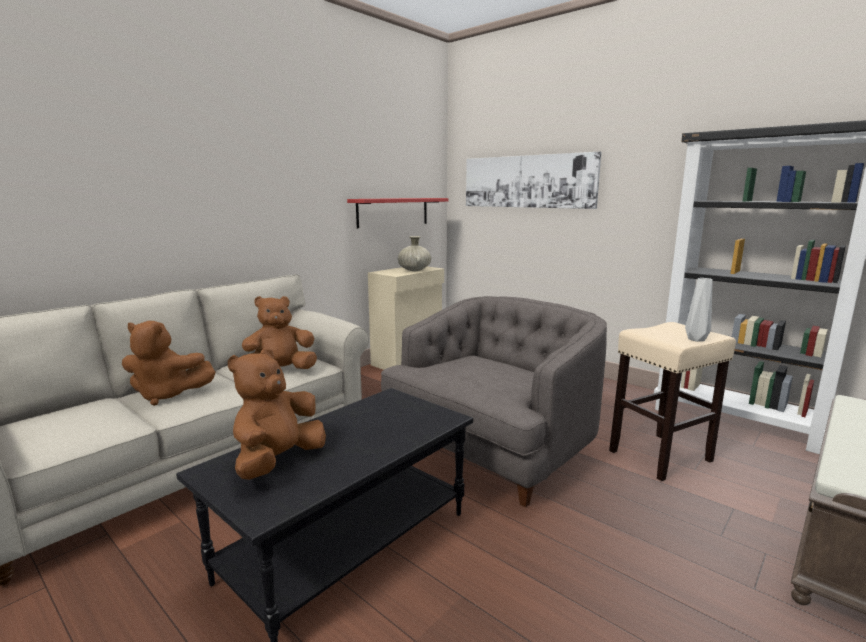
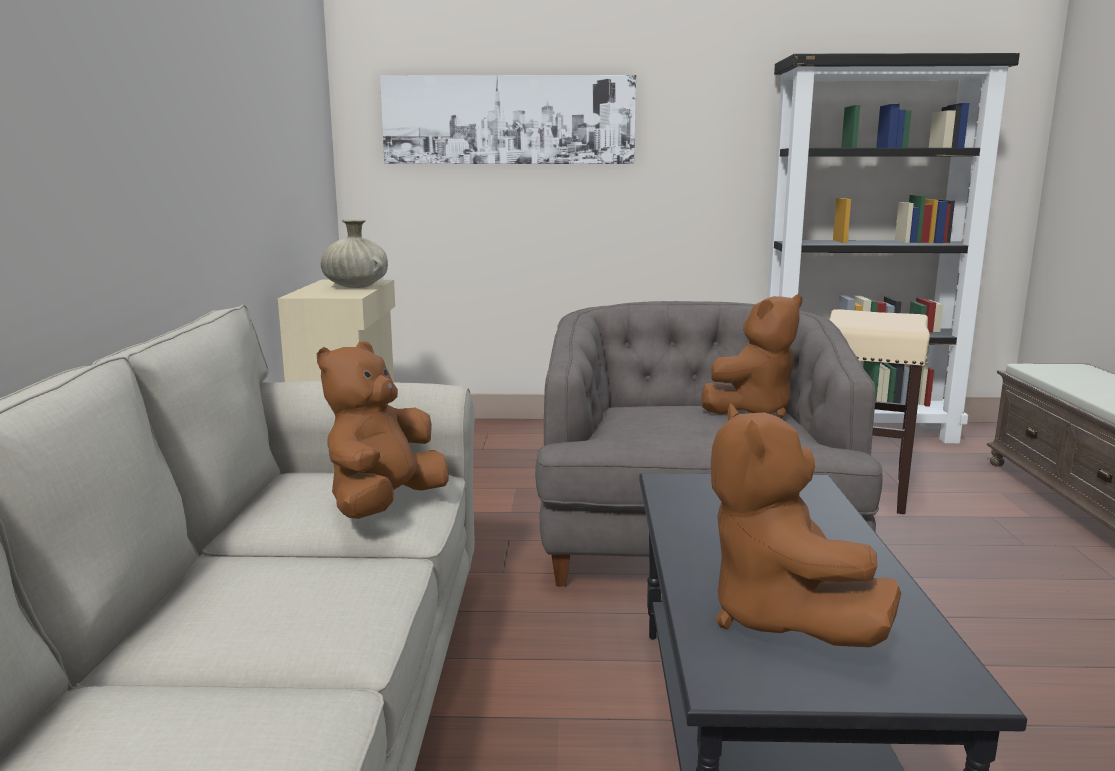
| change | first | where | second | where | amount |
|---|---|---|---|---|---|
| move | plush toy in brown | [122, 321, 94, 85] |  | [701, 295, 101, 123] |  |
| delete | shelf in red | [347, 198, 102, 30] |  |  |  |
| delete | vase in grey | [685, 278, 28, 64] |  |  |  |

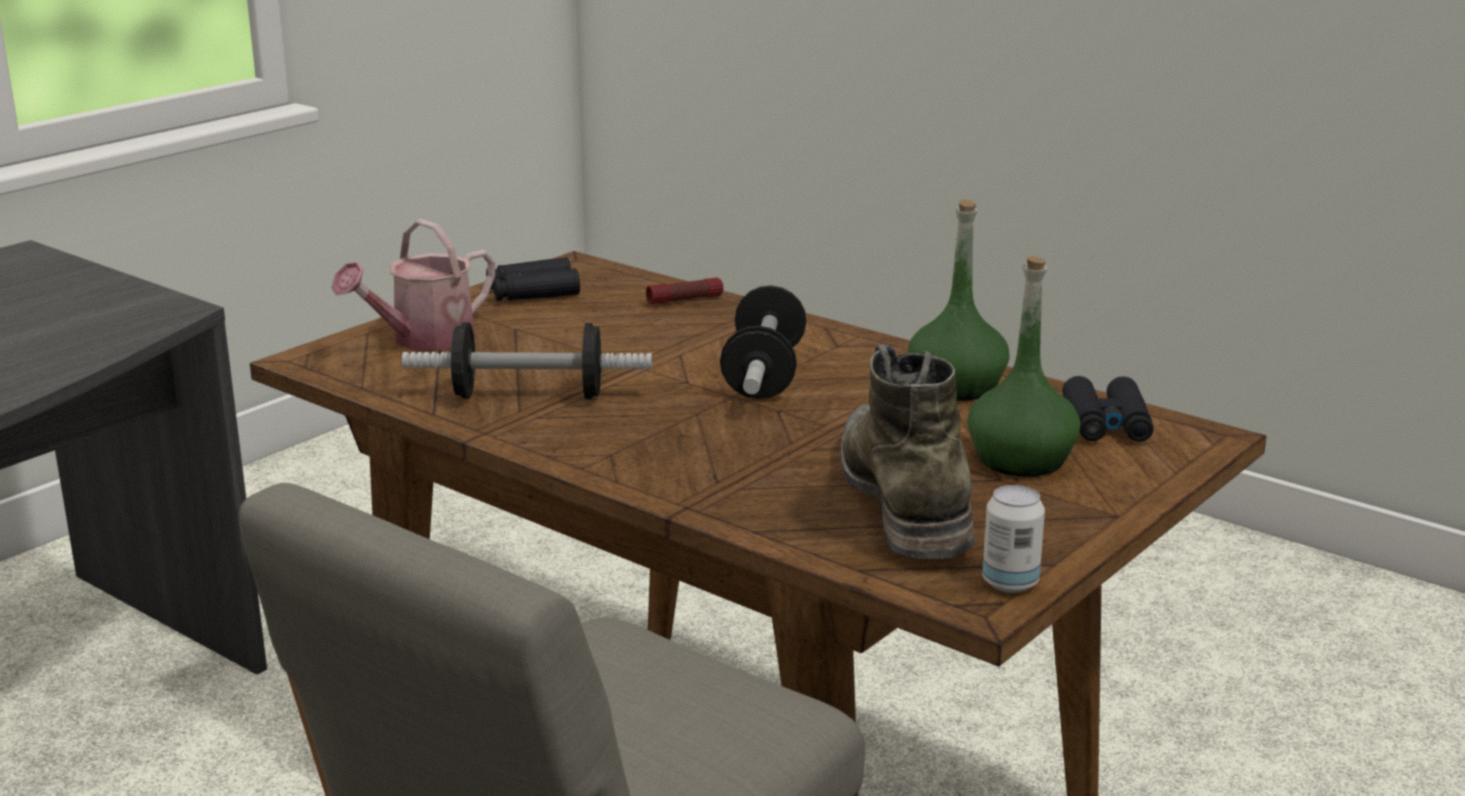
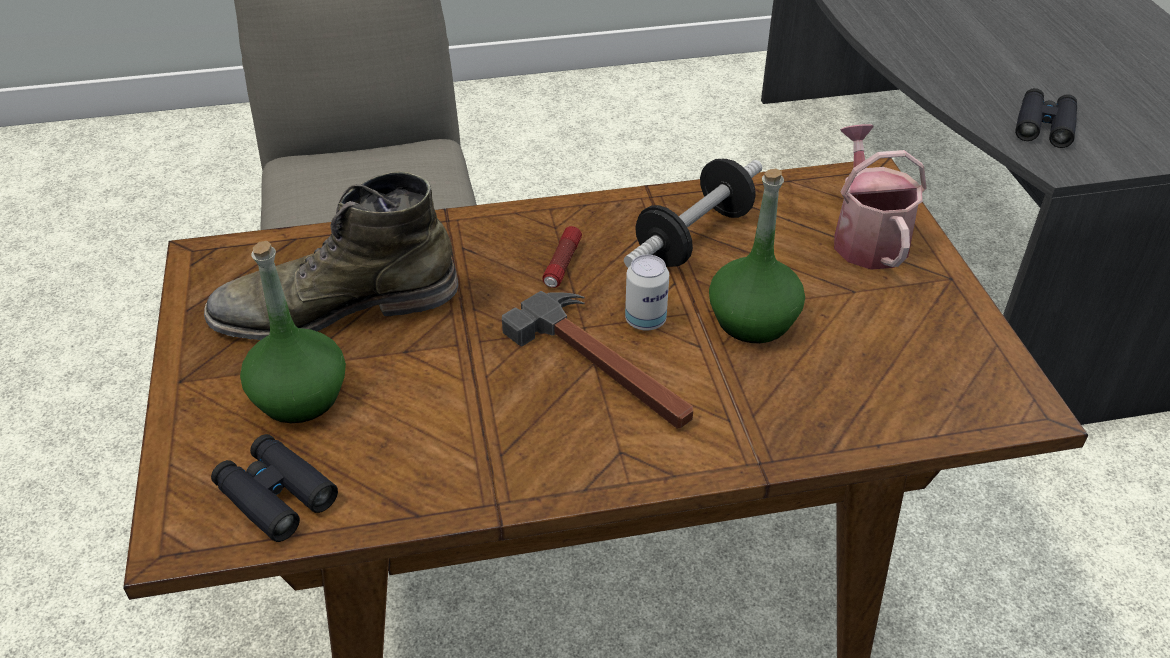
| change | first | where | second | where | amount |
|---|---|---|---|---|---|
| rotate | boot in green | [841, 344, 134, 215] |  | [204, 171, 254, 169] | 135 degrees clockwise |
| replace | dumbbell | [720, 285, 87, 114] | hammer | [502, 291, 191, 138] |  |
| move | flashlight | [646, 277, 77, 27] |  | [542, 226, 40, 62] |  |
| move | can | [982, 485, 63, 108] |  | [625, 255, 44, 76] |  |
| move | bottle in green | [908, 199, 102, 202] |  | [709, 169, 96, 174] |  |
| move | binoculars in black | [486, 257, 94, 44] |  | [1015, 88, 62, 60] |  |

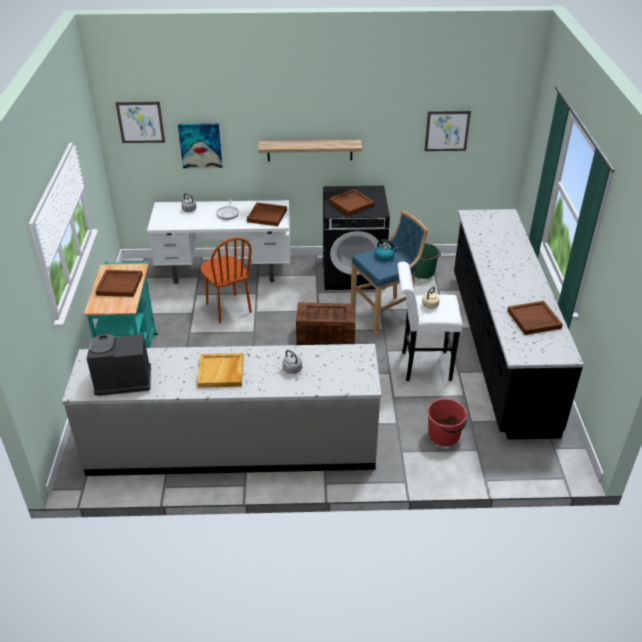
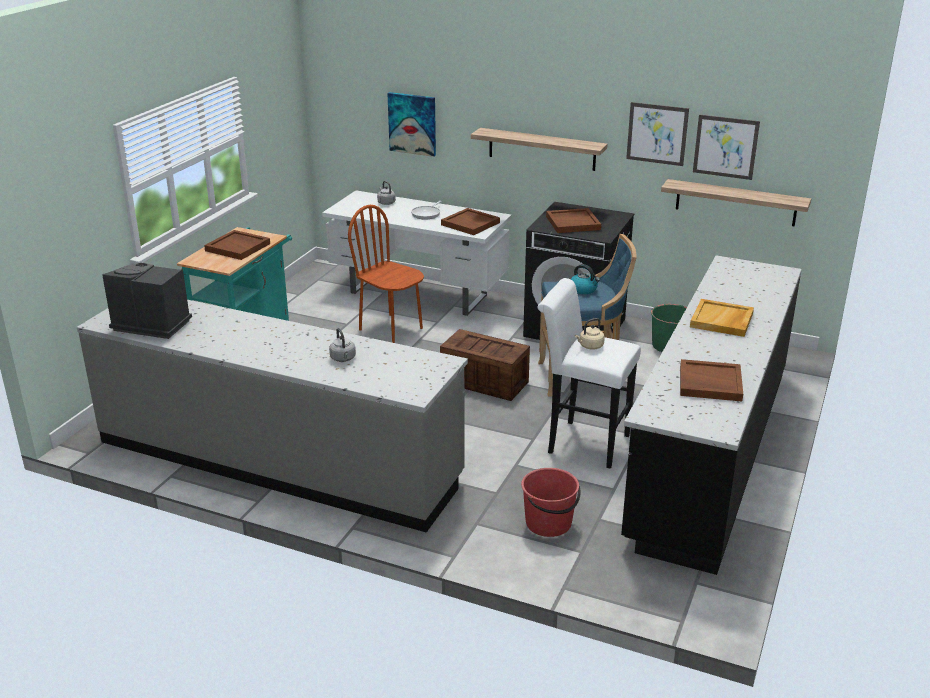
| change | first | where | second | where | amount |
|---|---|---|---|---|---|
| rotate | chair in brown | [201, 237, 51, 86] |  | [348, 205, 76, 138] | 135 degrees clockwise |
| move | picture | [115, 102, 50, 41] |  | [626, 102, 63, 64] |  |
| insert |  |  | shelf | [661, 179, 150, 47] |  |
| move | tray in beige | [197, 353, 46, 35] |  | [690, 299, 64, 38] |  |

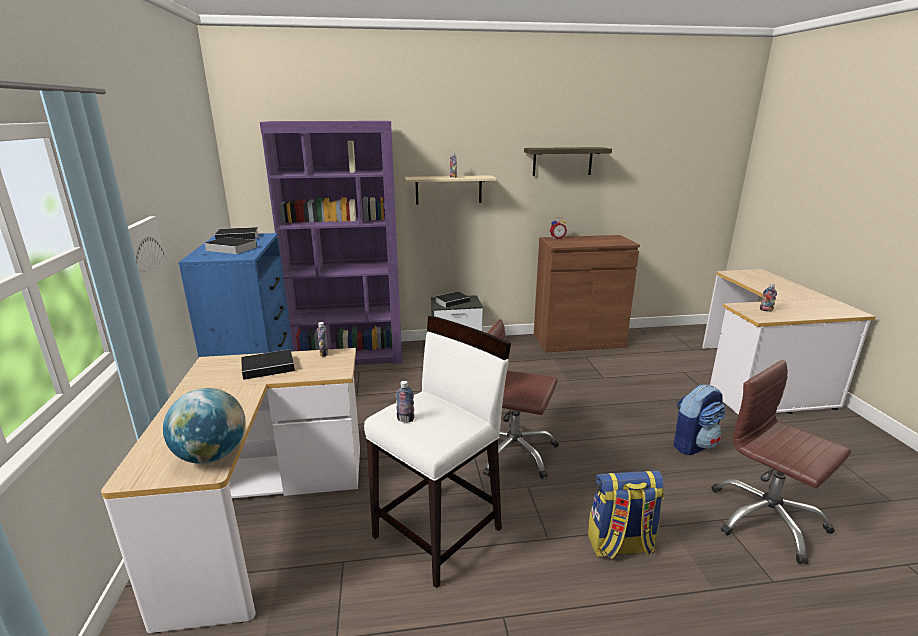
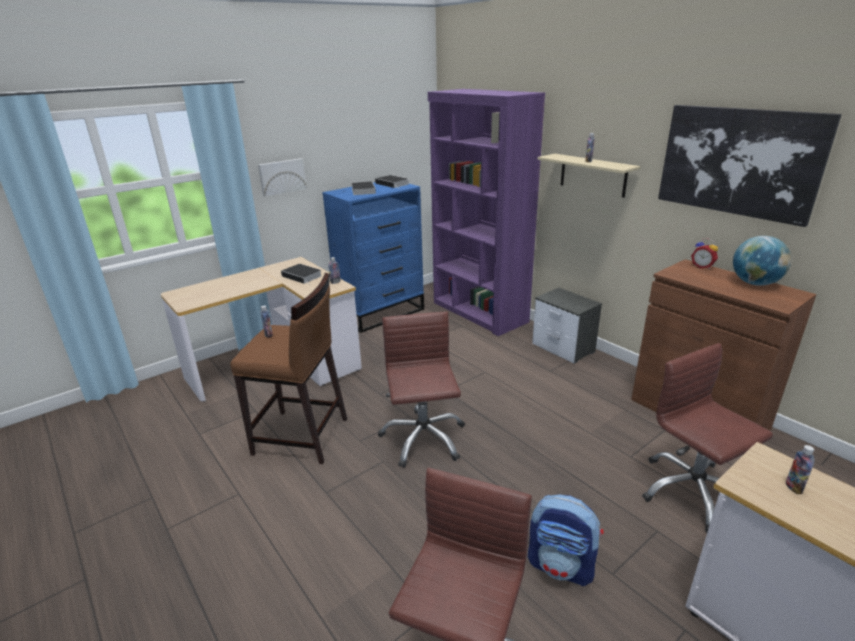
| change | first | where | second | where | amount |
|---|---|---|---|---|---|
| recolor | stool in white | [364, 316, 147, 273] | stool in brown | [230, 273, 117, 191] |  |
| insert |  |  | office chair in brown | [642, 343, 131, 190] |  |
| replace | shelf | [524, 147, 88, 29] | picture | [658, 105, 184, 122] |  |
| move | globe | [163, 388, 83, 76] |  | [733, 236, 58, 50] |  |
| delete | book | [435, 291, 35, 17] |  |  |  |
| delete | backpack | [588, 470, 76, 89] |  |  |  |

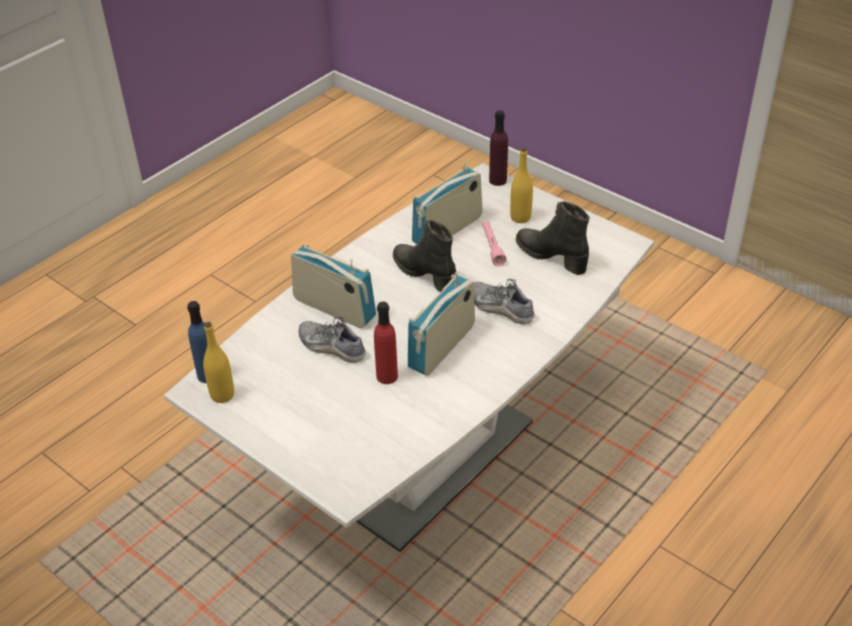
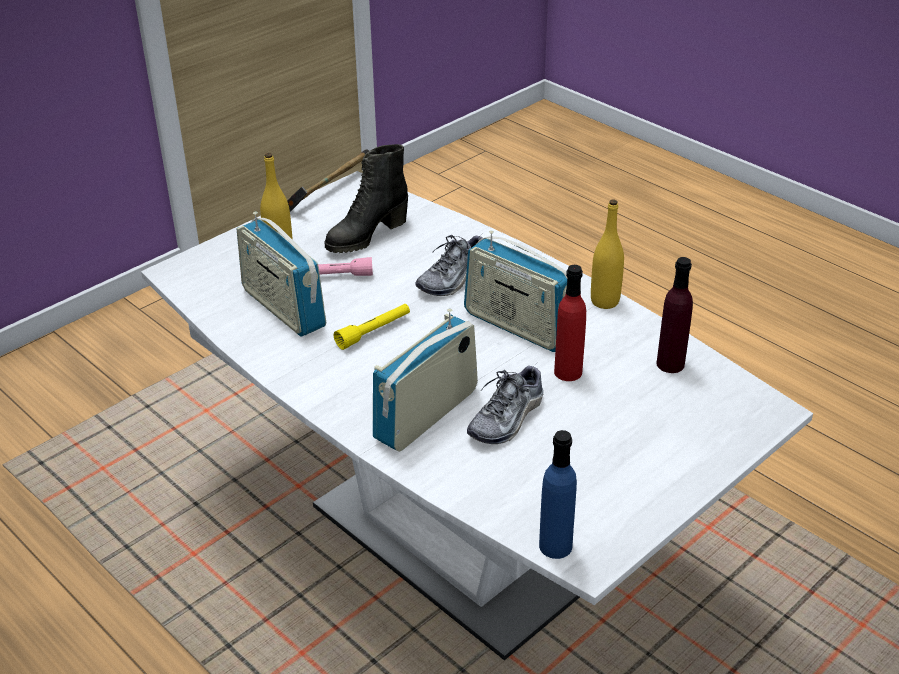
| change | first | where | second | where | amount |
|---|---|---|---|---|---|
| insert |  |  | hammer | [287, 150, 82, 61] |  |
| replace | boot in black | [393, 220, 63, 72] | flashlight in yellow | [334, 304, 76, 46] |  |
| move | bottle in yellow | [203, 322, 31, 81] |  | [591, 199, 33, 110] |  |
| move | bottle in purple | [489, 111, 19, 75] |  | [657, 257, 36, 116] |  |

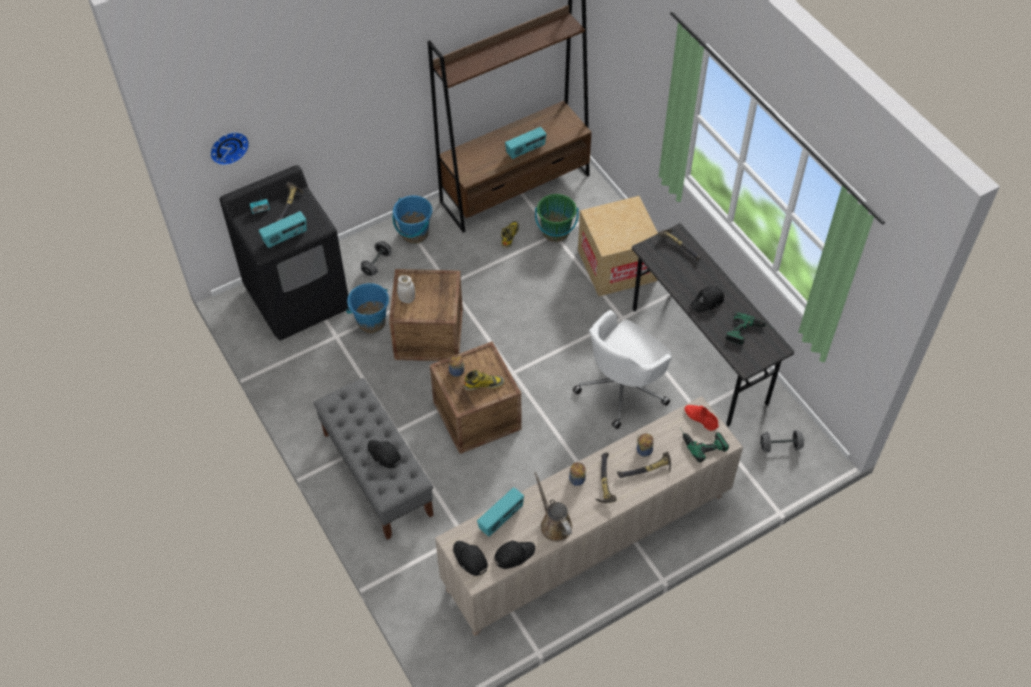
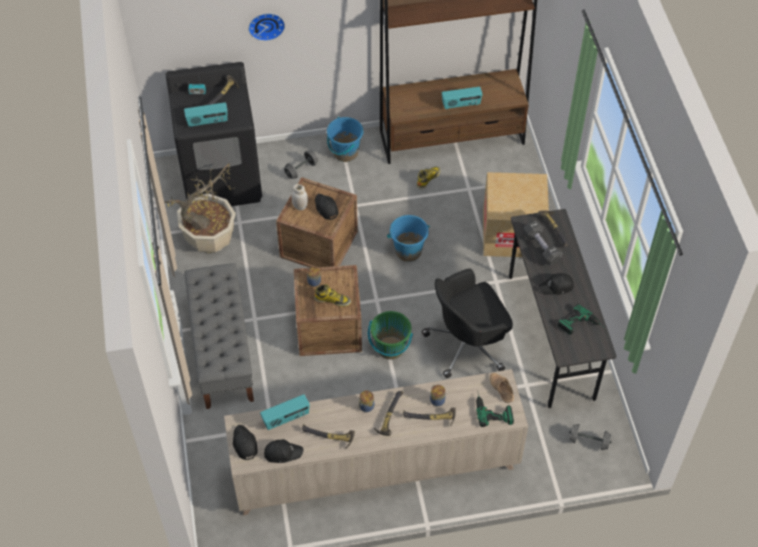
| change | first | where | second | where | amount |
|---|---|---|---|---|---|
| insert |  |  | potted plant | [164, 164, 72, 89] |  |
| move | wall clock | [210, 132, 39, 33] |  | [248, 13, 37, 28] |  |
| replace | watering can in brown | [534, 472, 38, 70] | hammer | [302, 424, 53, 25] |  |
| move | cap in black | [368, 440, 33, 28] |  | [315, 194, 23, 26] |  |
| move | bucket in green | [535, 194, 44, 48] |  | [368, 311, 45, 49] |  |
| move | bucket in blue | [346, 283, 43, 50] |  | [387, 215, 43, 47] |  |
| recolor | office chair in white | [573, 310, 99, 119] | office chair in black | [422, 269, 91, 109] |  |
| recolor | shoe in red | [685, 405, 34, 26] | shoe in beige | [490, 373, 24, 30] |  |
| insert |  |  | dumbbell in black | [523, 221, 39, 44] |  |

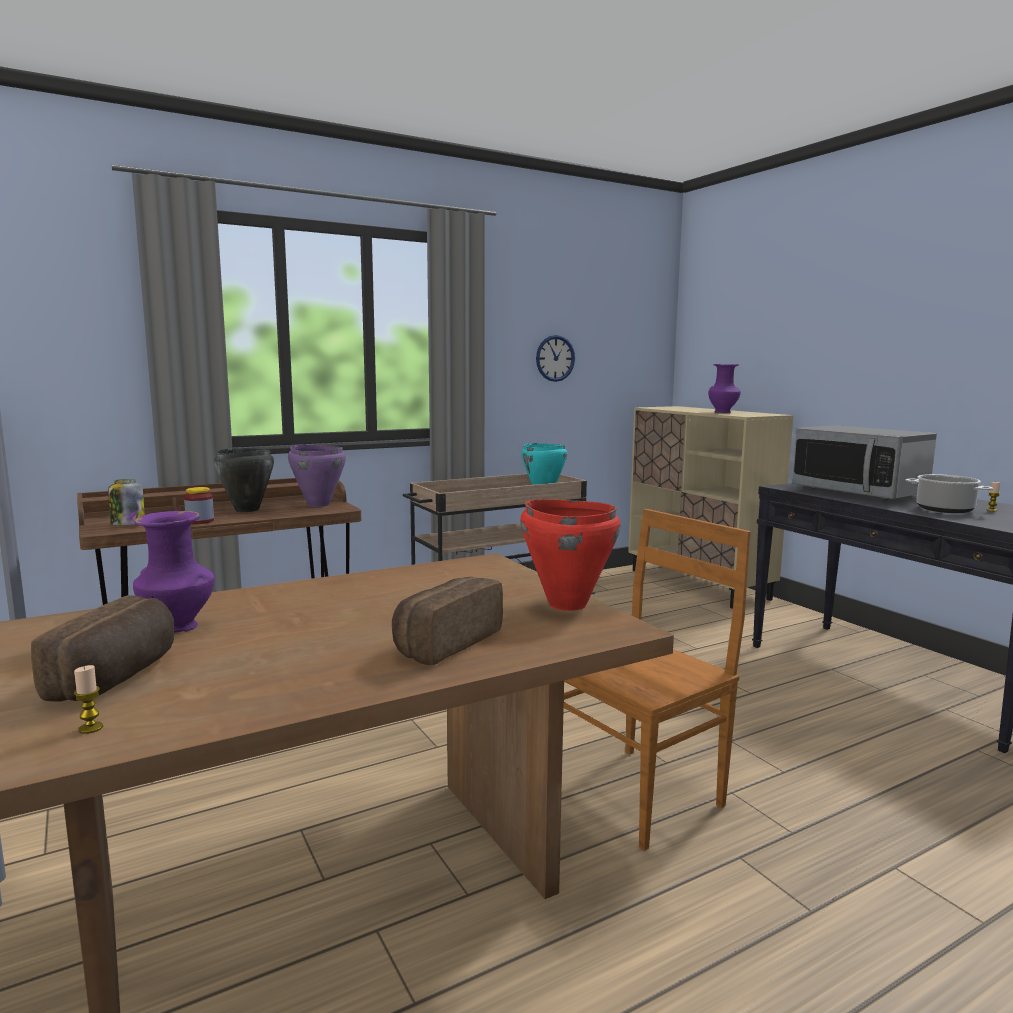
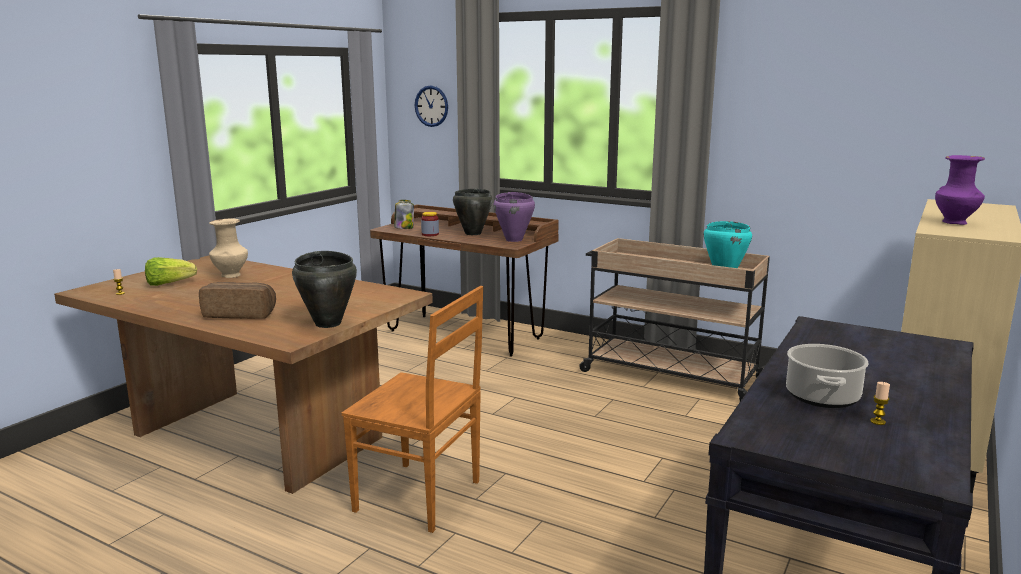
| change | first | where | second | where | amount |
|---|---|---|---|---|---|
| replace | bread | [31, 595, 143, 107] | lettuce | [145, 257, 52, 29] |  |
| recolor | vase in purple | [133, 511, 82, 122] | vase in beige | [209, 218, 39, 60] |  |
| recolor | cooking pot in red | [520, 499, 100, 112] | cooking pot in black | [292, 251, 65, 77] |  |
| move | wall clock | [536, 335, 39, 47] |  | [415, 86, 33, 41] |  |
| delete | microwave | [792, 425, 145, 75] |  |  |  |

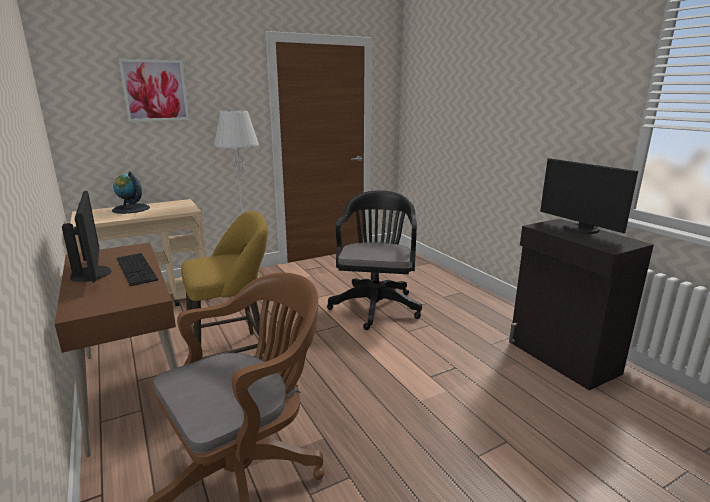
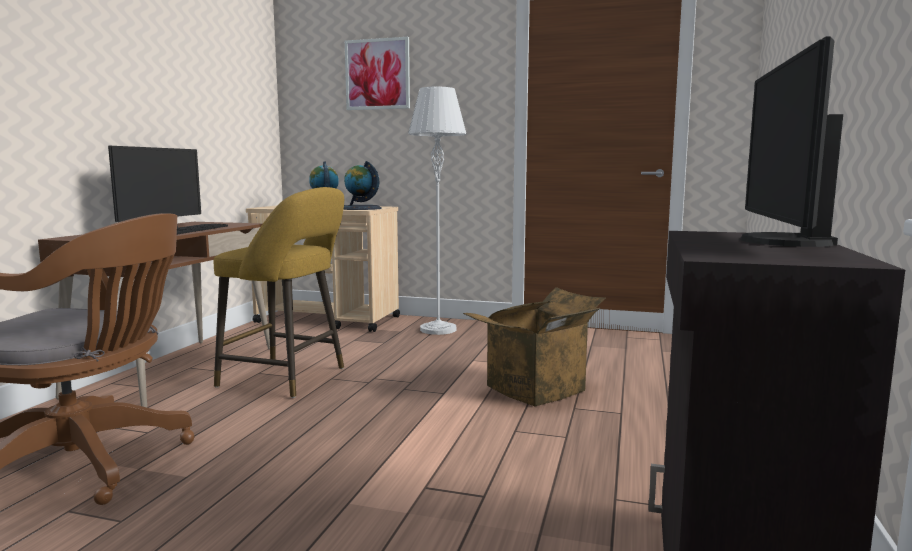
| change | first | where | second | where | amount |
|---|---|---|---|---|---|
| insert |  |  | globe | [343, 161, 39, 49] |  |
| replace | office chair in black | [327, 190, 95, 140] | cardboard box | [463, 287, 143, 119] |  |

